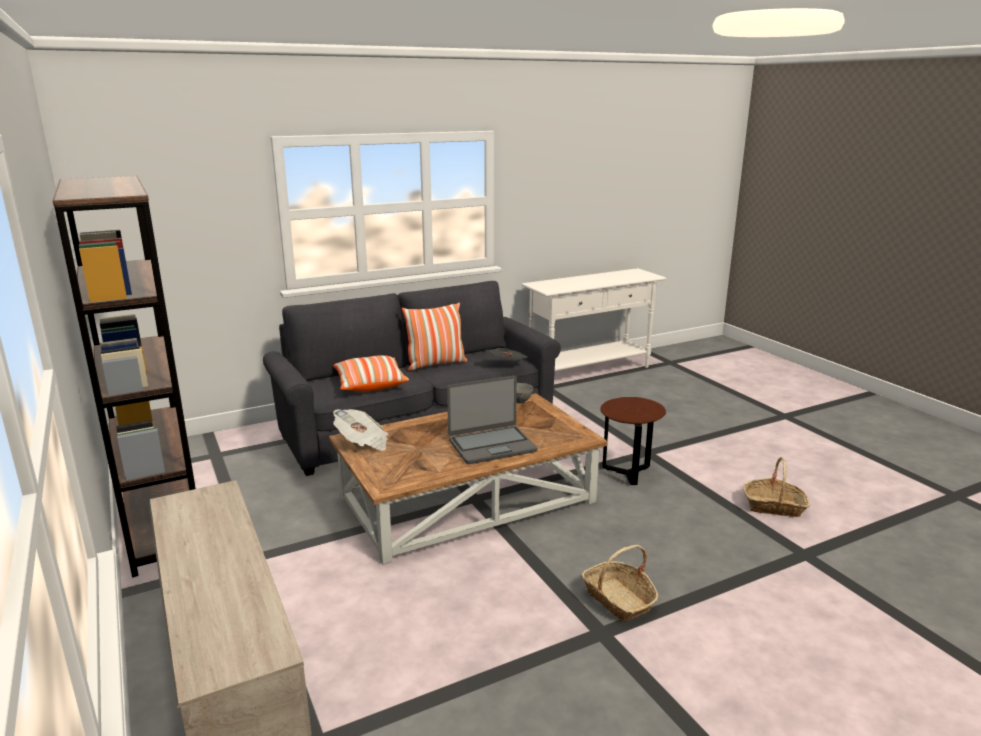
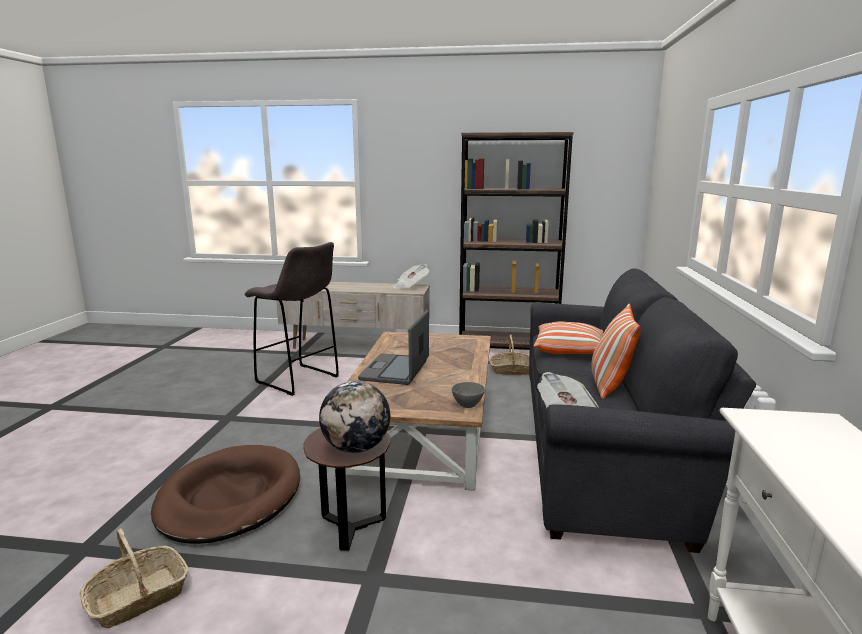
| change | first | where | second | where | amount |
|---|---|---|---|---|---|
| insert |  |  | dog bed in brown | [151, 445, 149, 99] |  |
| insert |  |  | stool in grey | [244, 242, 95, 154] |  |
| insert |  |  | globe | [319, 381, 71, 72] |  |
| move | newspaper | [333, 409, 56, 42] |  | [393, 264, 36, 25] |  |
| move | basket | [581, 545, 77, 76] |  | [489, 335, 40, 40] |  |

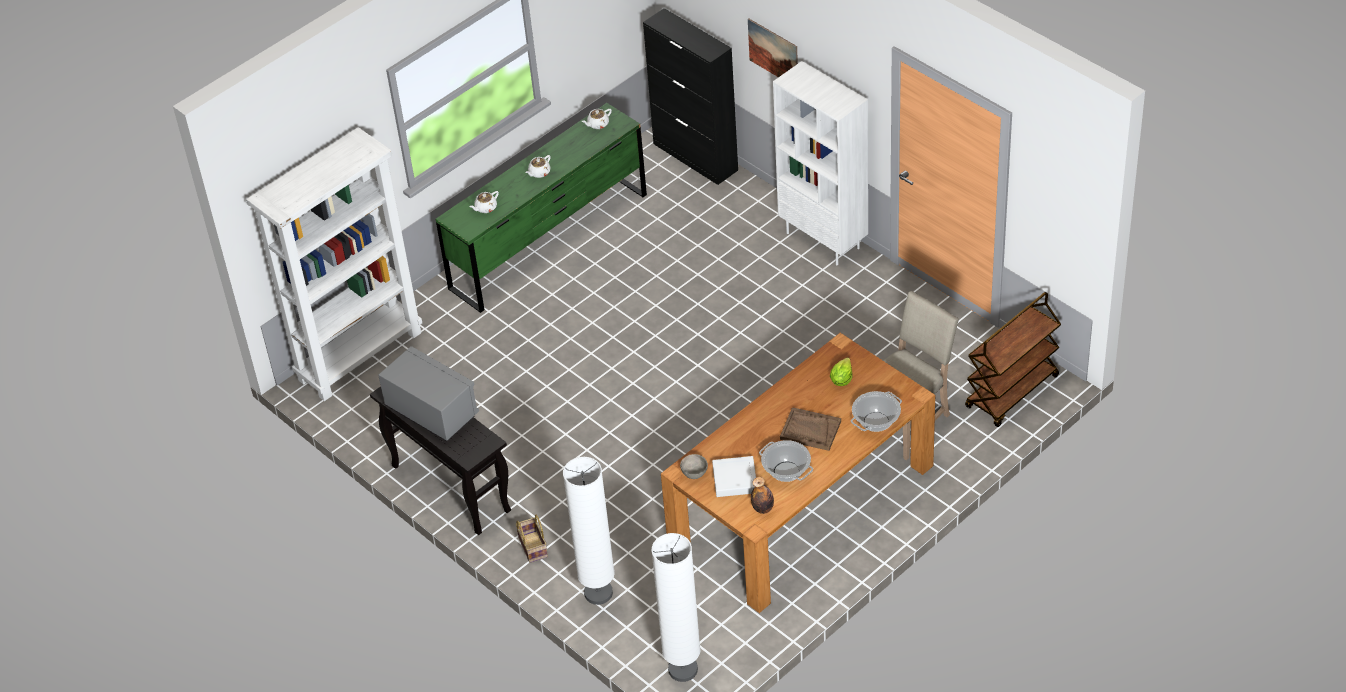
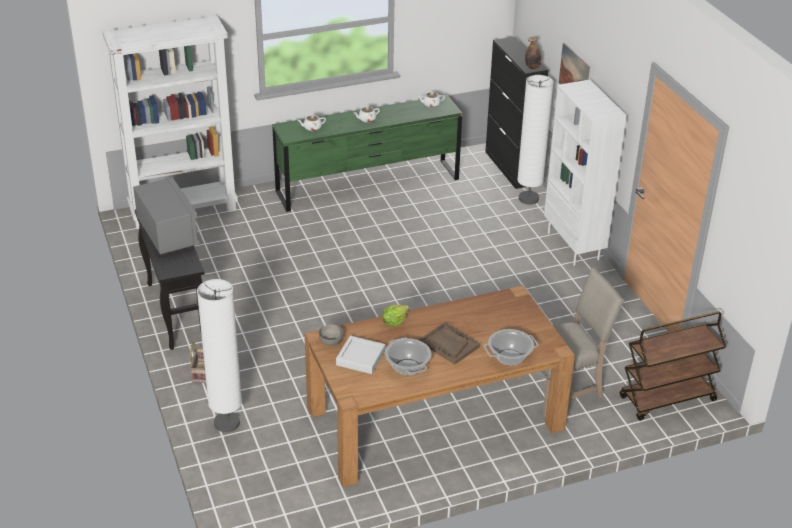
| change | first | where | second | where | amount |
|---|---|---|---|---|---|
| move | lettuce | [830, 357, 22, 29] |  | [382, 305, 27, 22] |  |
| move | floor lamp in white | [651, 533, 50, 149] |  | [517, 75, 37, 130] |  |
| move | bottle | [751, 477, 23, 37] |  | [525, 37, 16, 32] |  |

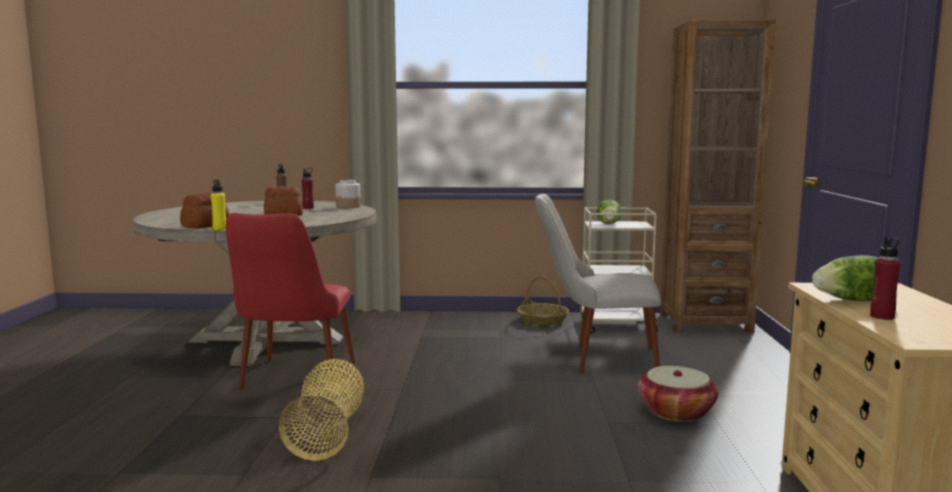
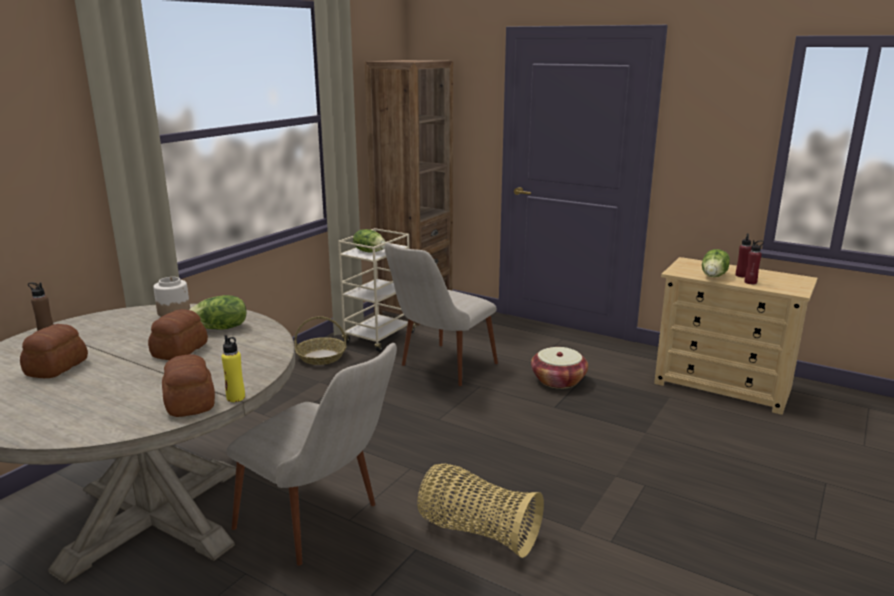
| change | first | where | second | where | amount |
|---|---|---|---|---|---|
| insert |  |  | bread | [20, 324, 68, 54] |  |
| insert |  |  | lettuce | [189, 295, 58, 35] |  |
| recolor | chair in red | [226, 213, 129, 175] | chair in beige | [227, 343, 170, 223] |  |
| move | bottle in red | [302, 168, 12, 41] |  | [736, 234, 15, 43] |  |

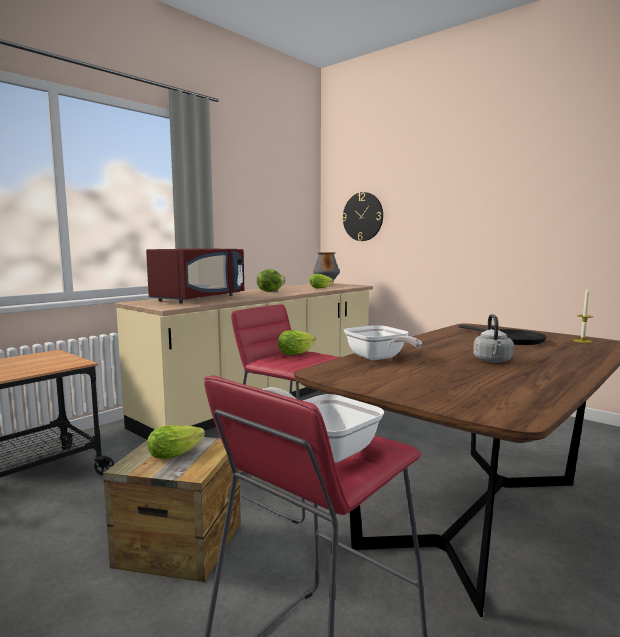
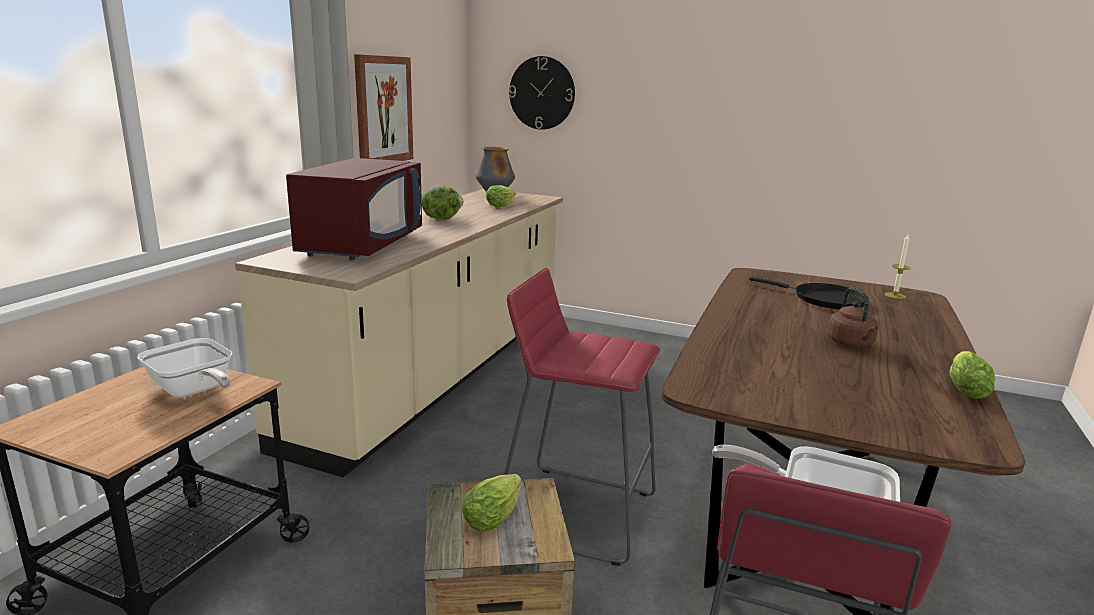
| change | first | where | second | where | amount |
|---|---|---|---|---|---|
| move | frying pan | [344, 325, 78, 35] |  | [137, 338, 95, 60] |  |
| insert |  |  | picture | [354, 54, 59, 107] |  |
| recolor | kettle in grey | [473, 314, 41, 49] | kettle in brown | [827, 288, 52, 59] |  |
| move | lettuce | [278, 330, 38, 26] |  | [949, 351, 46, 48] |  |

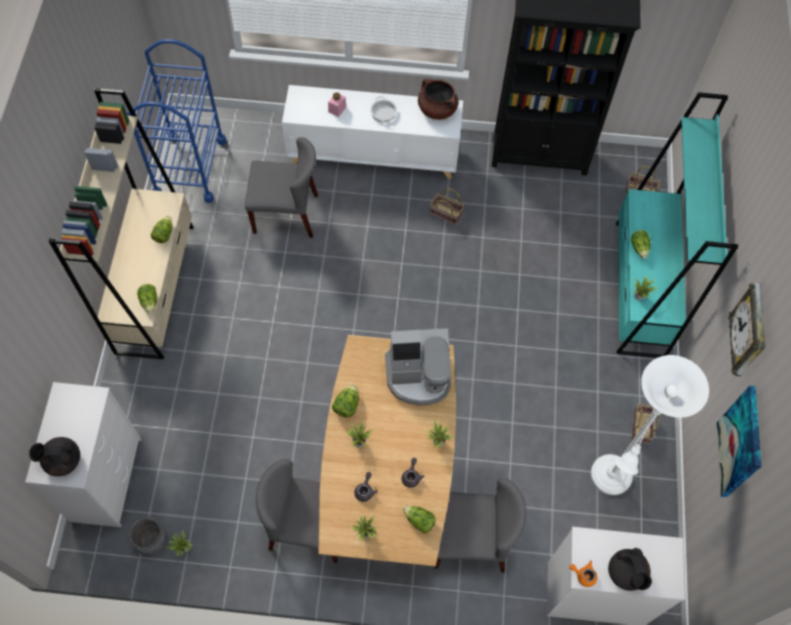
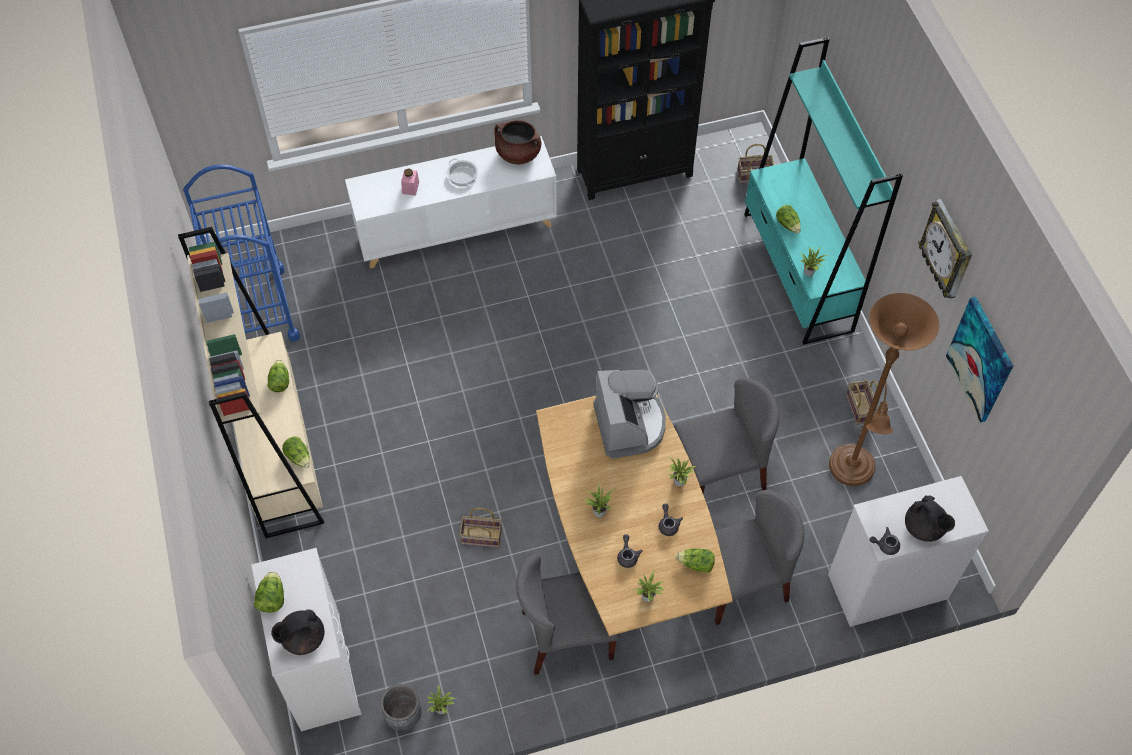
| change | first | where | second | where | amount |
|---|---|---|---|---|---|
| move | lettuce | [332, 385, 27, 33] |  | [254, 572, 30, 41] |  |
| move | basket | [430, 188, 35, 38] |  | [459, 508, 43, 40] |  |
| rotate | coffee machine | [385, 328, 66, 77] |  | [593, 370, 73, 89] | 75 degrees counterclockwise |
| move | chair in grey | [245, 137, 73, 101] |  | [674, 377, 106, 116] |  |
| recolor | floor lamp in white | [591, 355, 118, 140] | floor lamp in brown | [829, 293, 110, 193] |  |
| recolor | teapot in orange | [569, 560, 28, 27] | teapot in grey | [869, 527, 31, 28] |  |

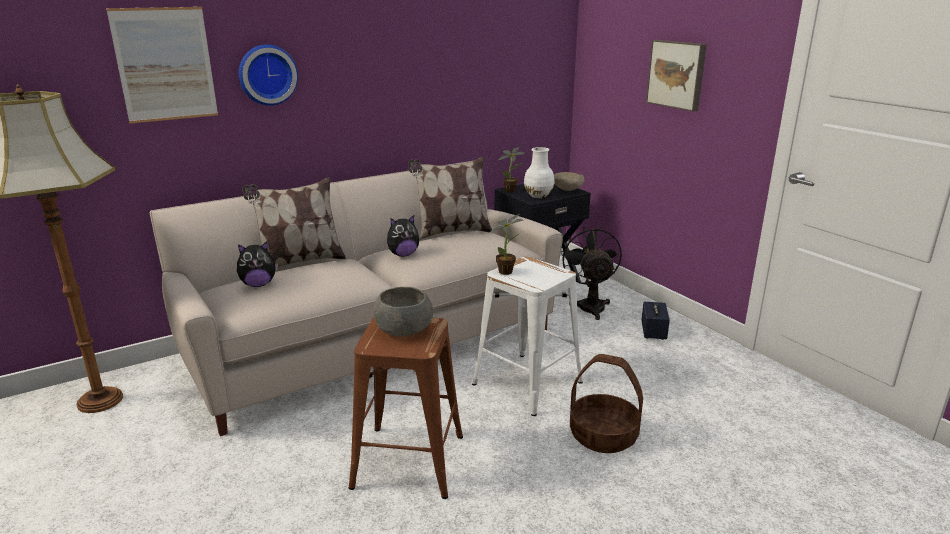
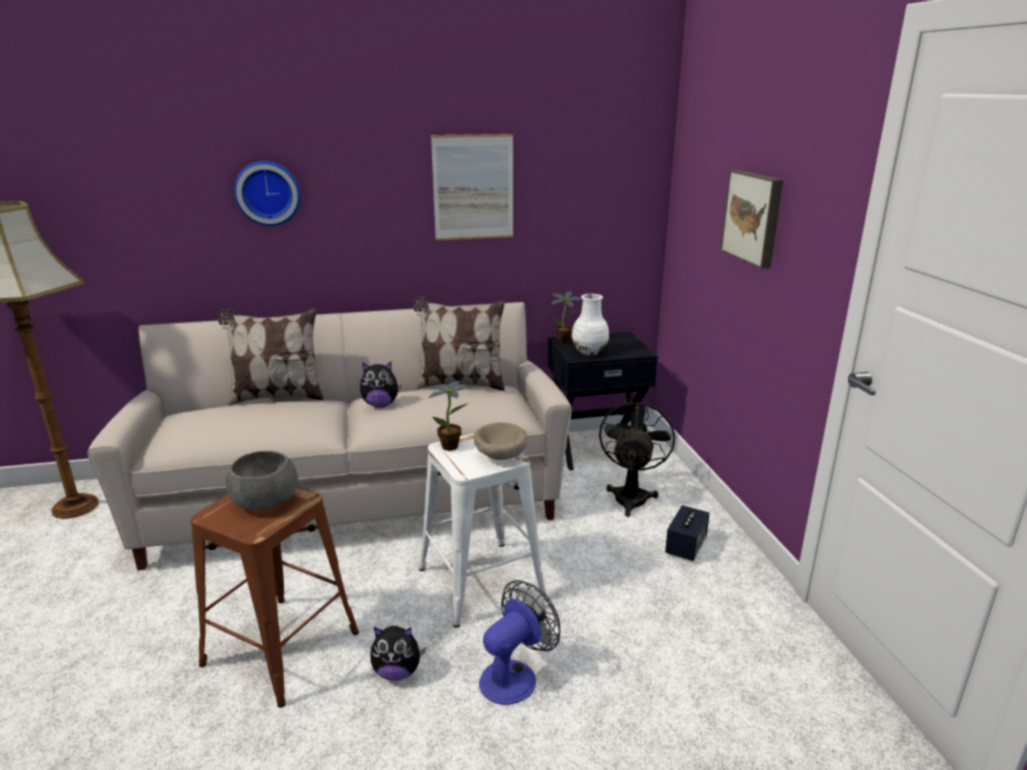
| change | first | where | second | where | amount |
|---|---|---|---|---|---|
| move | plush toy | [237, 241, 41, 46] |  | [370, 626, 56, 55] |  |
| move | picture | [106, 7, 112, 117] |  | [431, 134, 82, 106] |  |
| move | bowl in beige | [554, 172, 31, 19] |  | [473, 423, 55, 37] |  |
| replace | basket | [570, 354, 73, 99] | fan | [479, 580, 82, 125] |  |

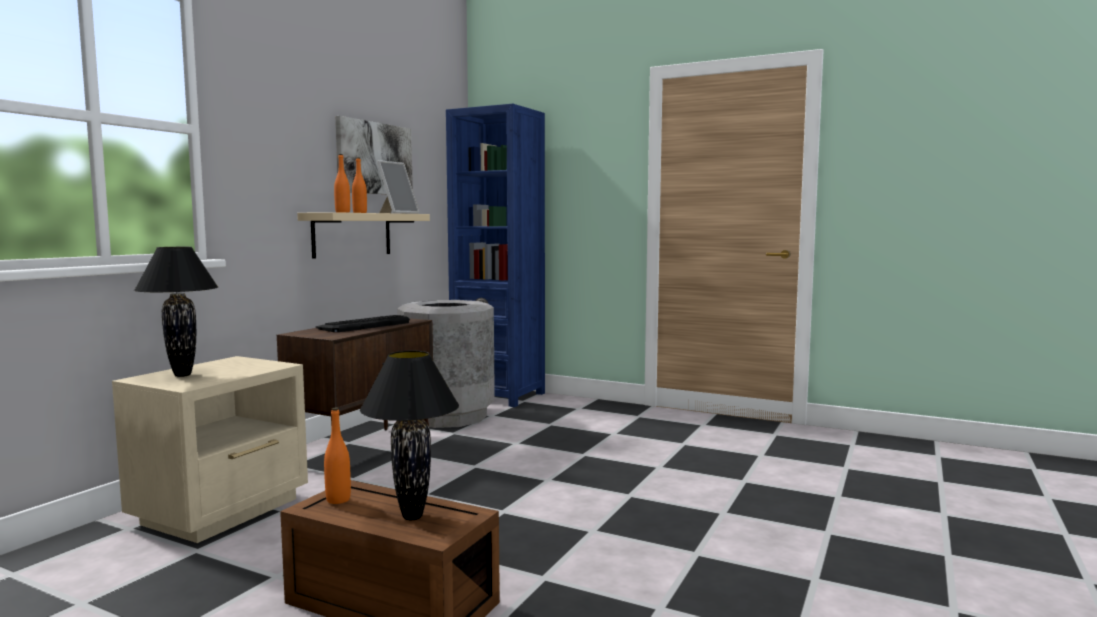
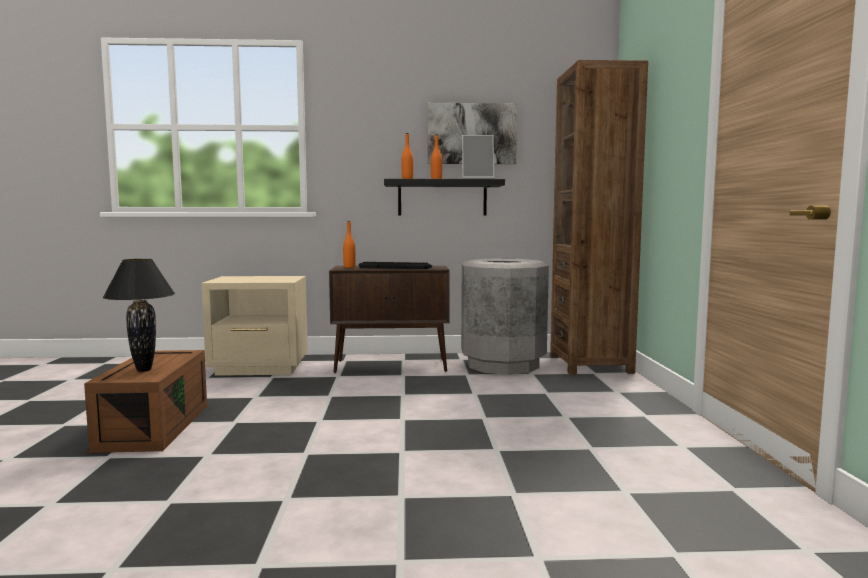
| change | first | where | second | where | amount |
|---|---|---|---|---|---|
| move | bottle in orange | [324, 407, 27, 97] |  | [343, 221, 13, 47] |  |
| recolor | shelf in beige | [297, 212, 133, 47] | shelf in black | [384, 179, 121, 37] |  |
| recolor | bookcase in blue | [446, 104, 99, 303] | bookcase in brown | [550, 60, 98, 314] |  |
| delete | table lamp in black | [134, 247, 84, 130] |  |  |  |

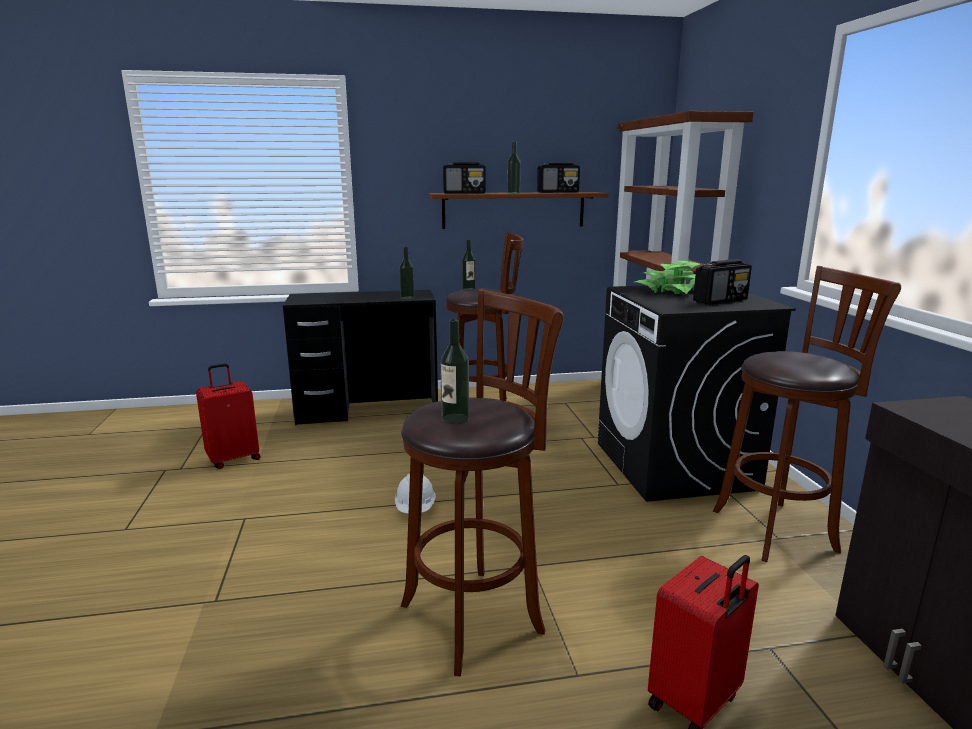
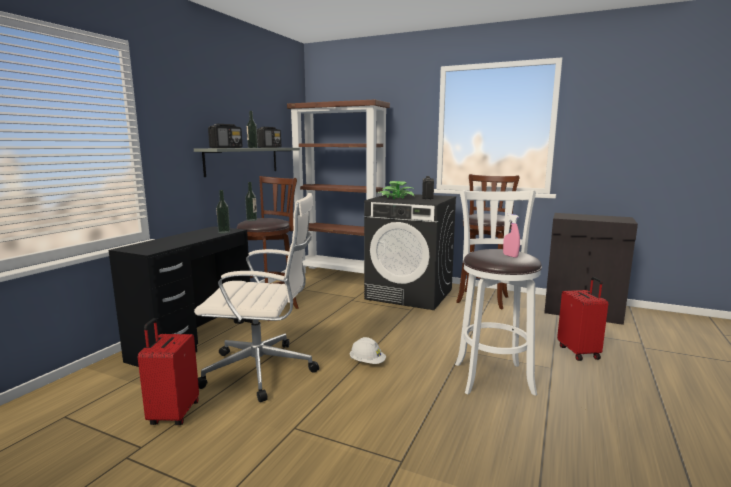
| change | first | where | second | where | amount |
|---|---|---|---|---|---|
| recolor | shelf in brown | [429, 192, 180, 37] | shelf in grey | [194, 148, 106, 29] |  |
| insert |  |  | office chair in white | [194, 193, 125, 209] |  |
| recolor | stool in brown | [401, 289, 163, 387] | stool in white | [455, 190, 87, 206] |  |
| replace | bottle | [440, 319, 29, 105] | spray bottle in pink | [503, 214, 17, 44] |  |

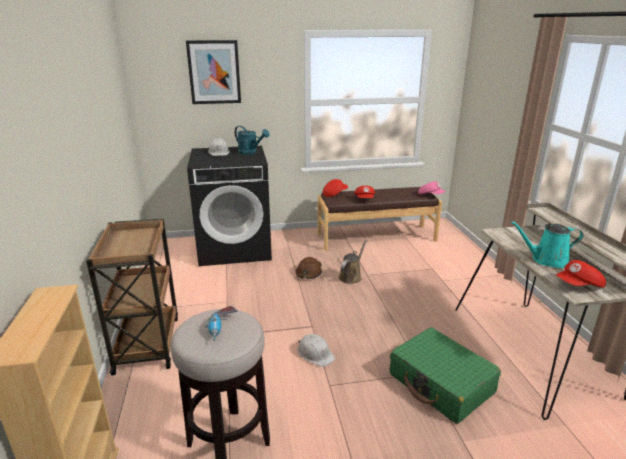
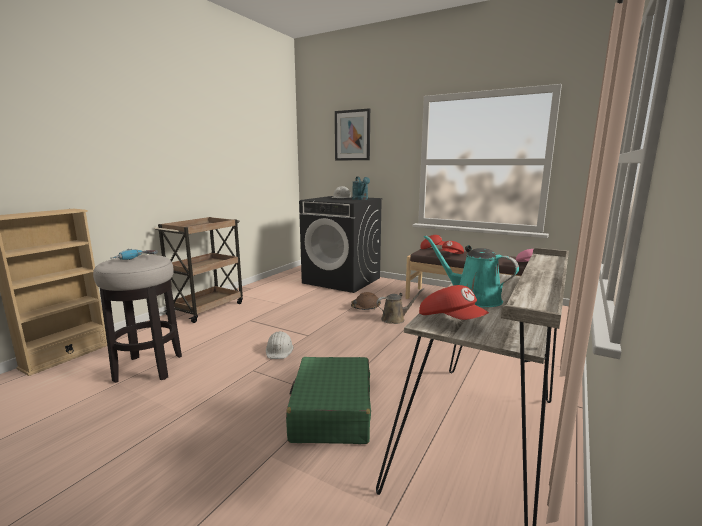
| change | first | where | second | where | amount |
|---|---|---|---|---|---|
| rotate | cap in red | [556, 260, 50, 28] |  | [419, 285, 70, 35] | 150 degrees counterclockwise |

